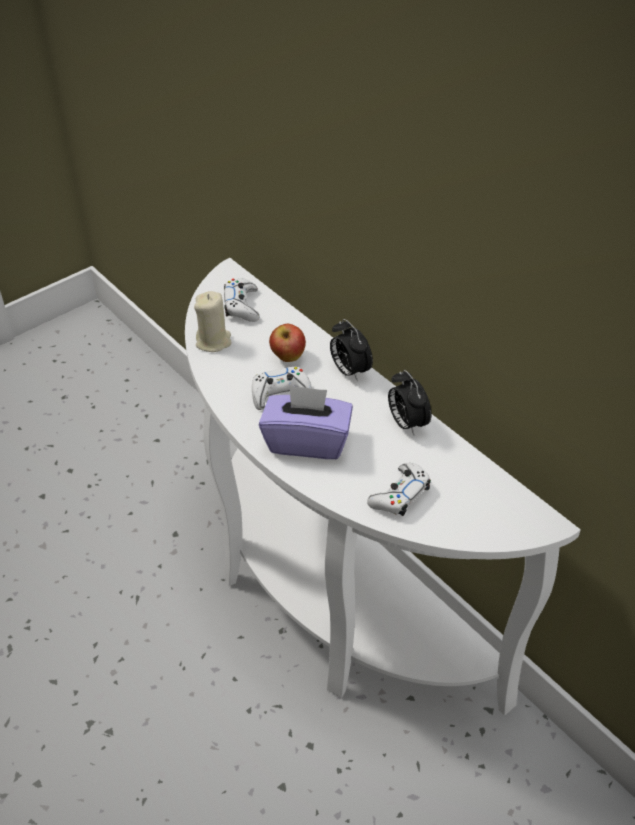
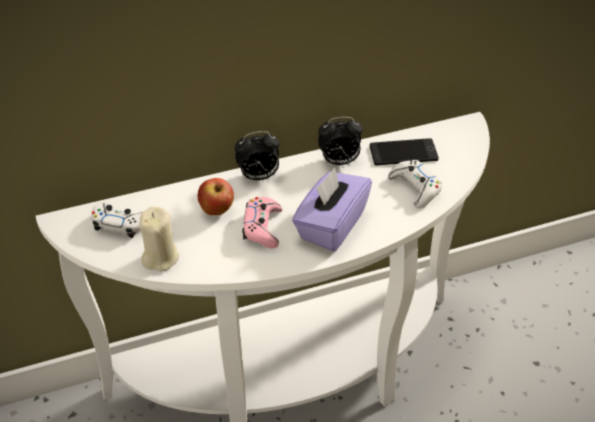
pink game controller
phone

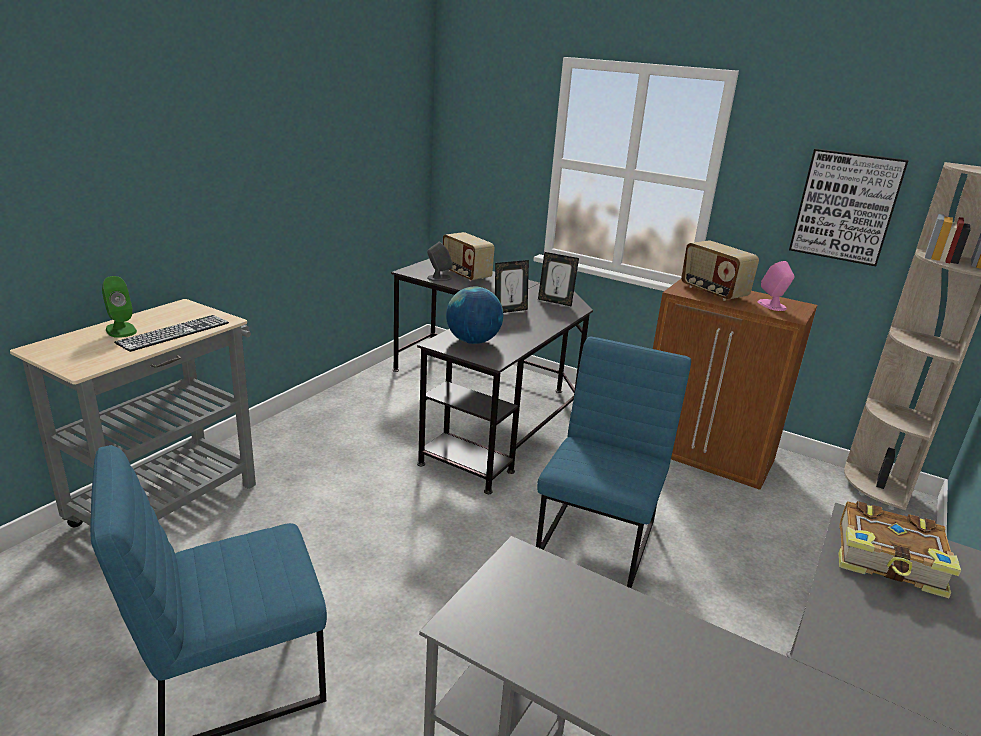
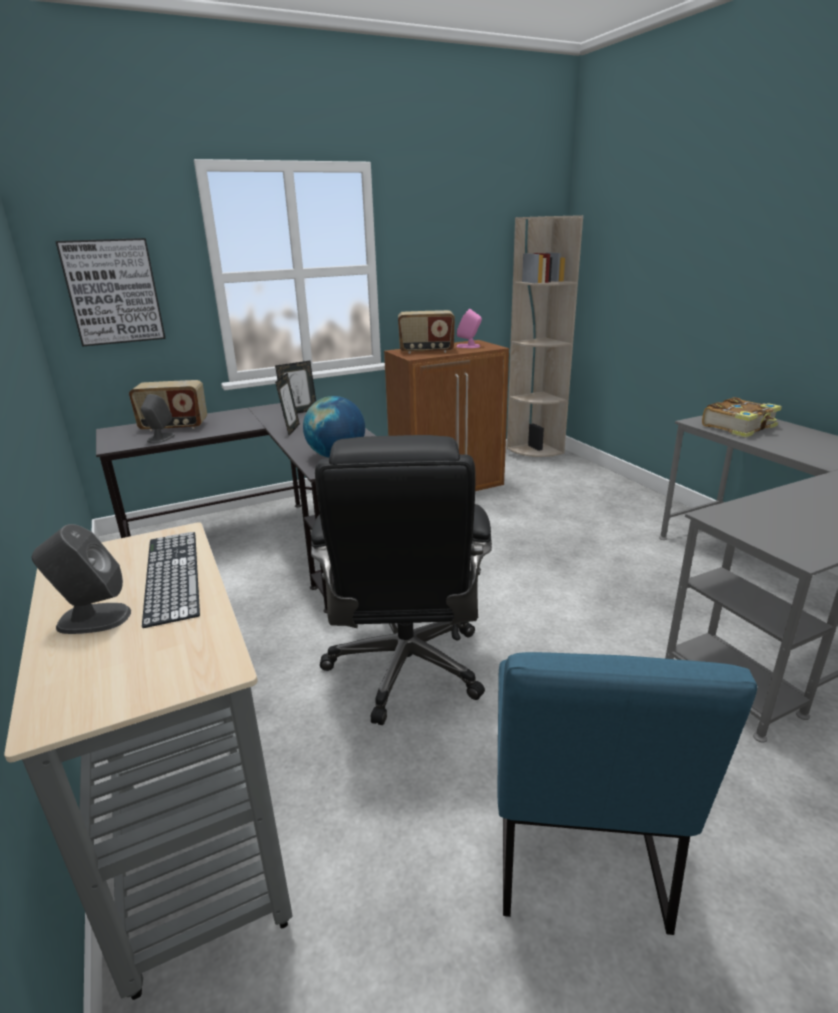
grey speaker (no. 1 from left)
picture
black office chair
blue chair (no. 2 from left in the first image)

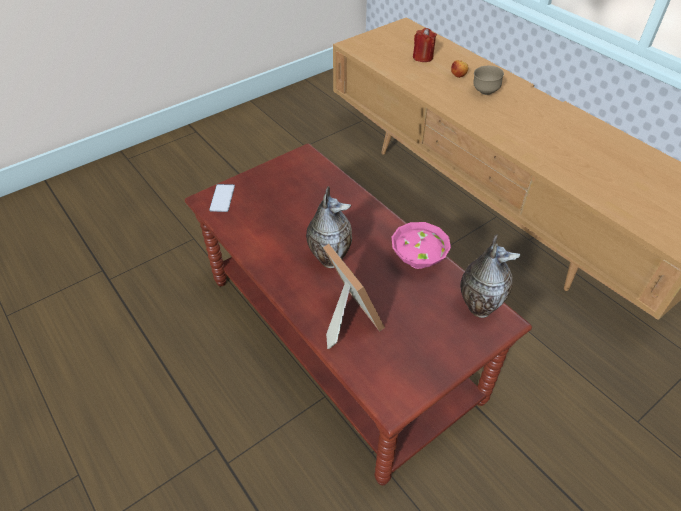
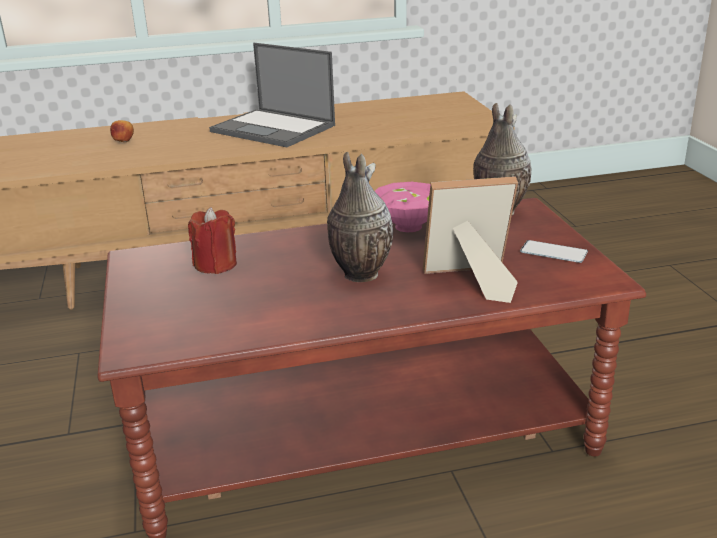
red candle
laptop
phone
brown bowl

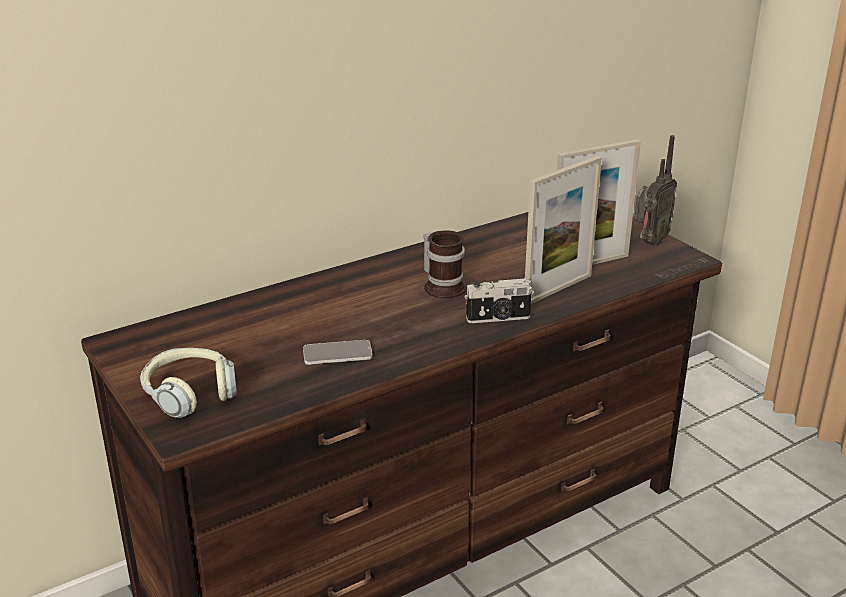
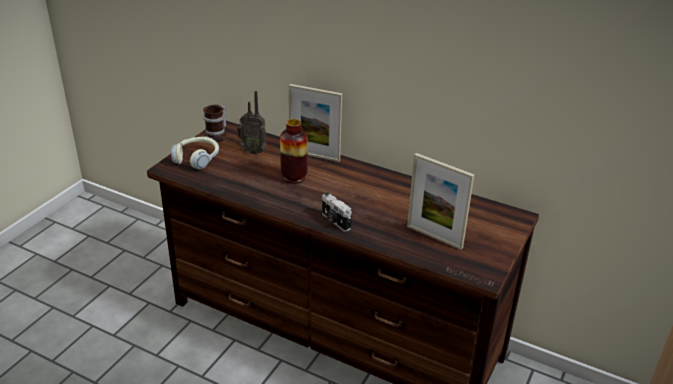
mug
radio
vase
picture frame (no. 1 from left)
phone

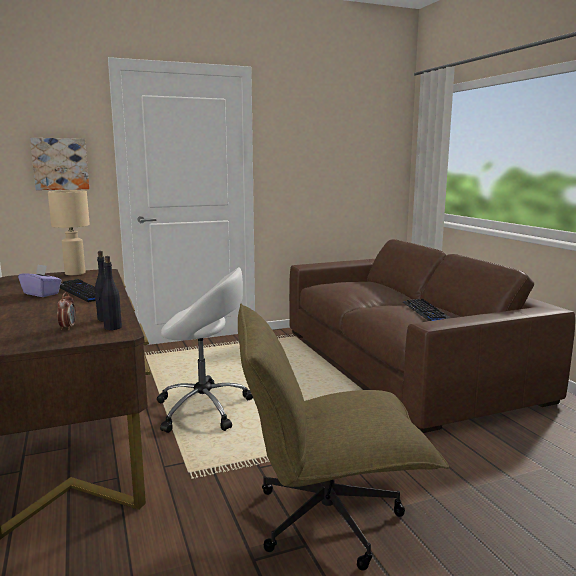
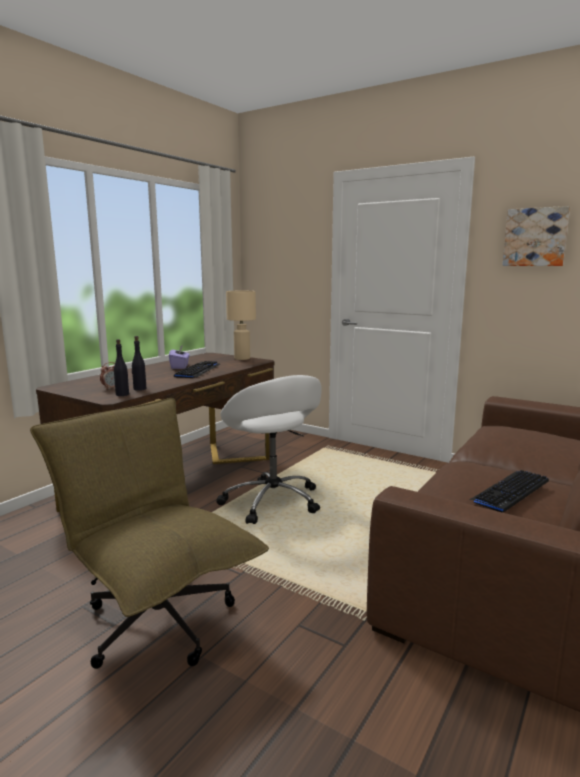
picture

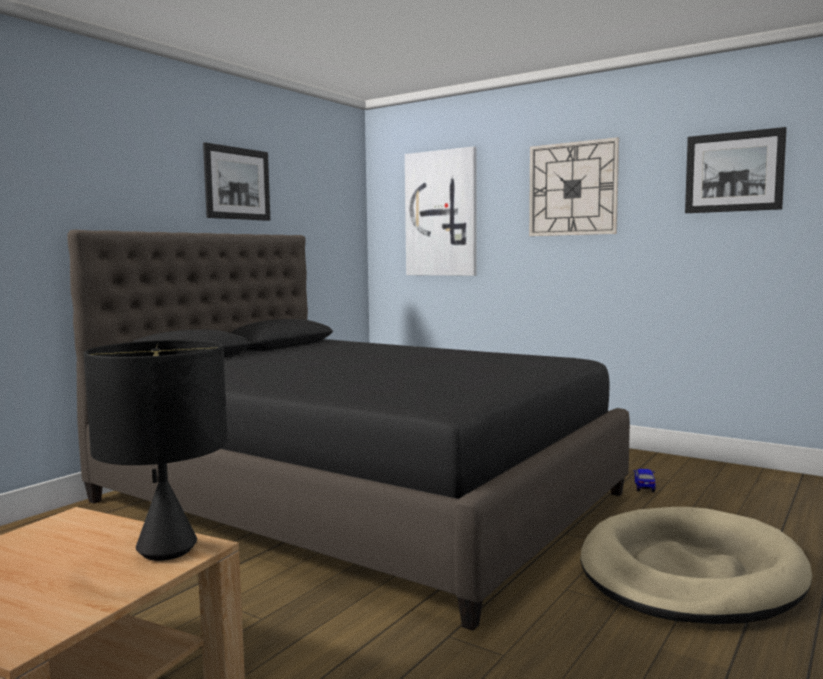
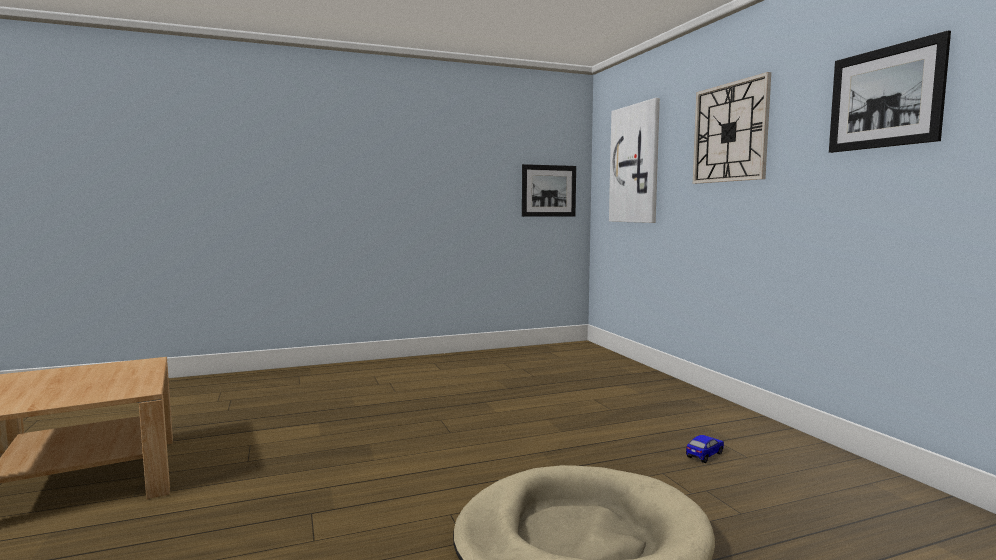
picture (no. 1 from left)
black bed
black table lamp

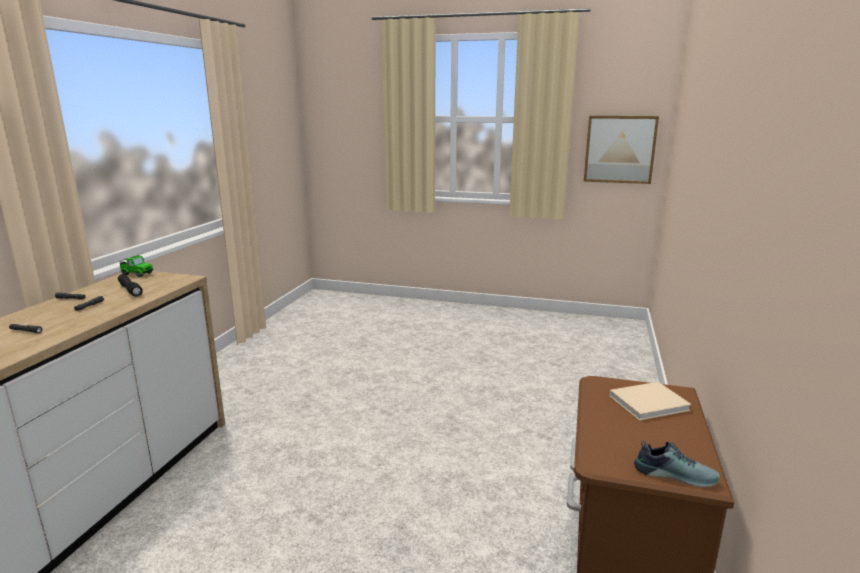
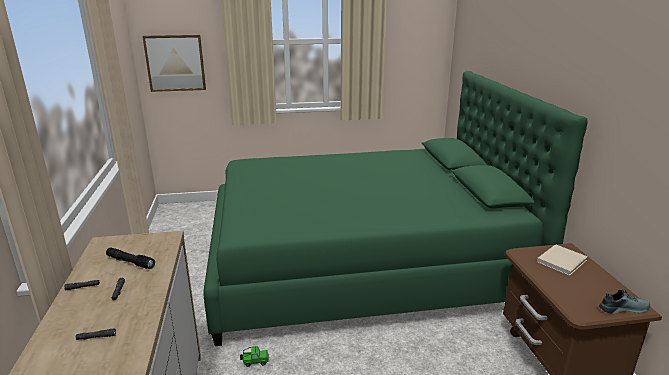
picture
green bed
toy car

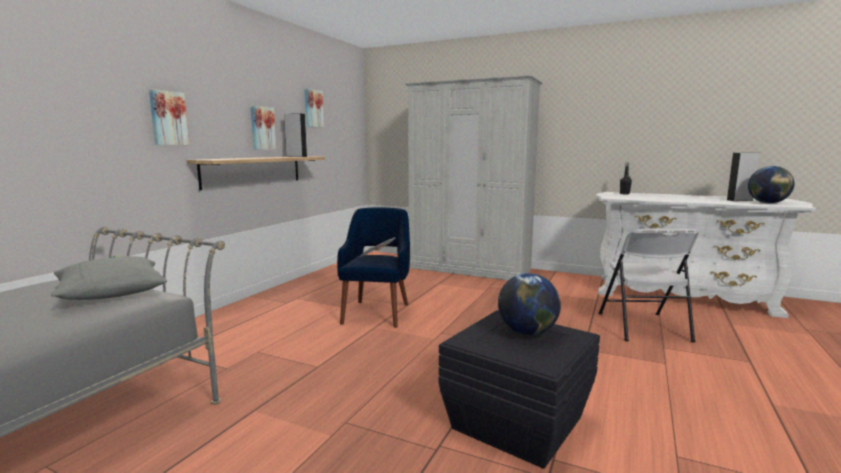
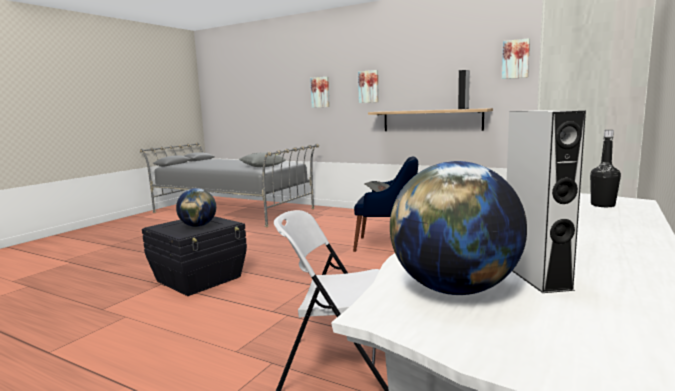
picture (no. 1 from left)

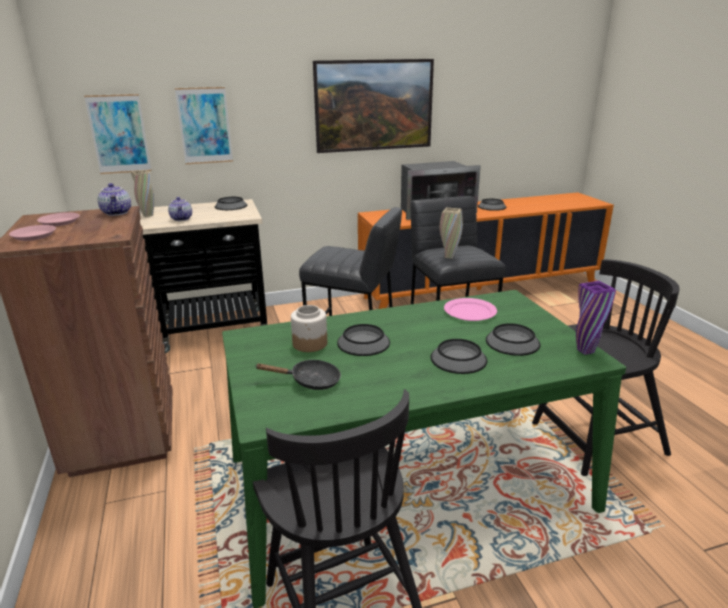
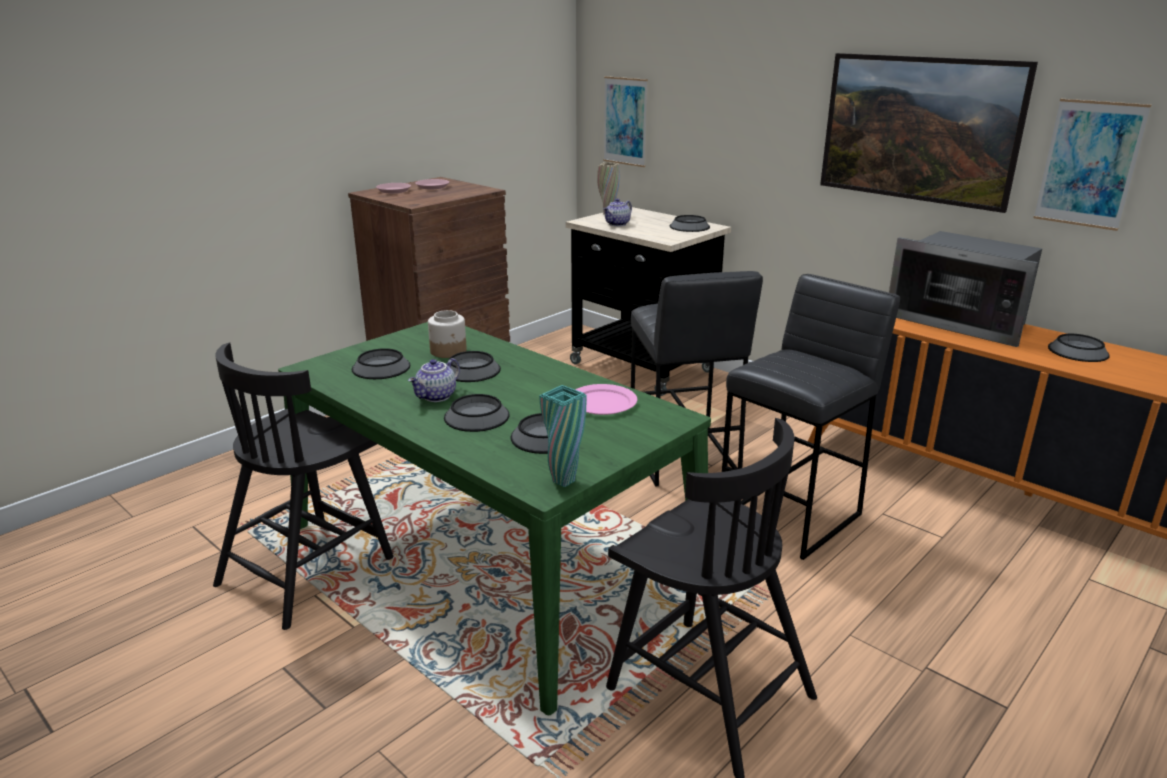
bowl (no. 1 from left)
teapot (no. 1 from left)
turquoise vase
picture (no. 3 from left)
beige vase (no. 2 from left in the first image)

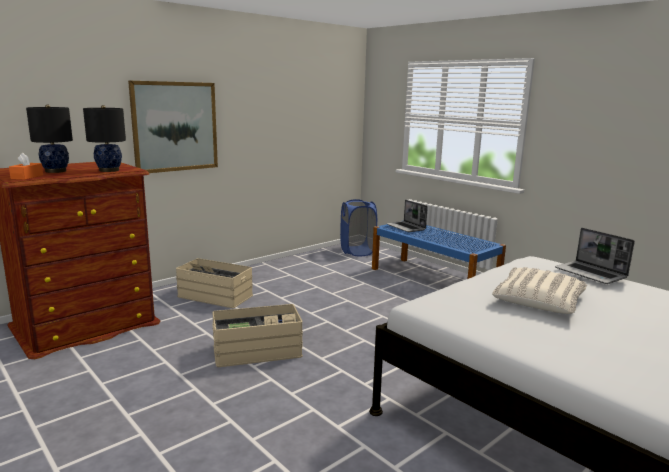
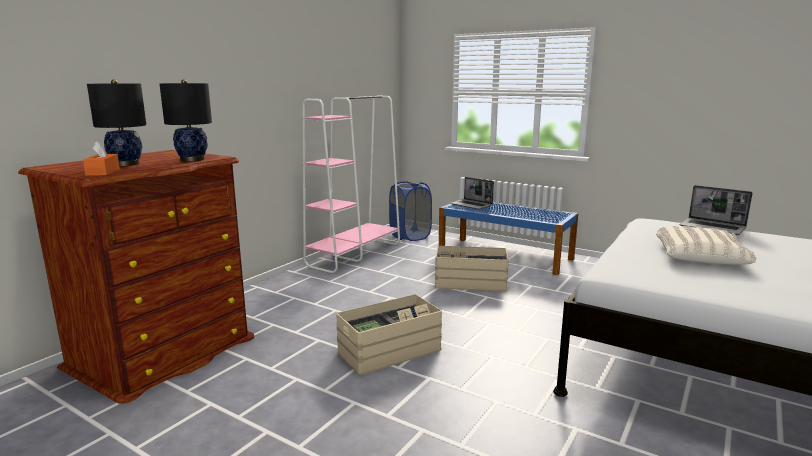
pink clothes rack
beige storage box (no. 2 from left)
picture

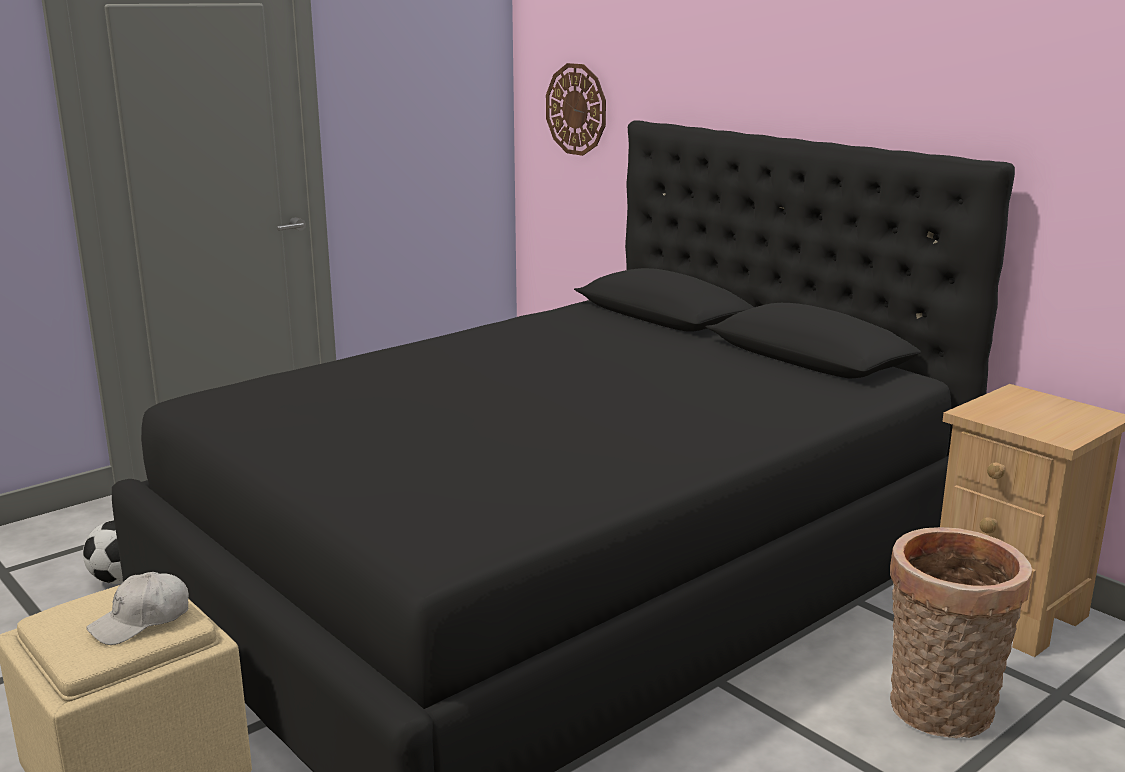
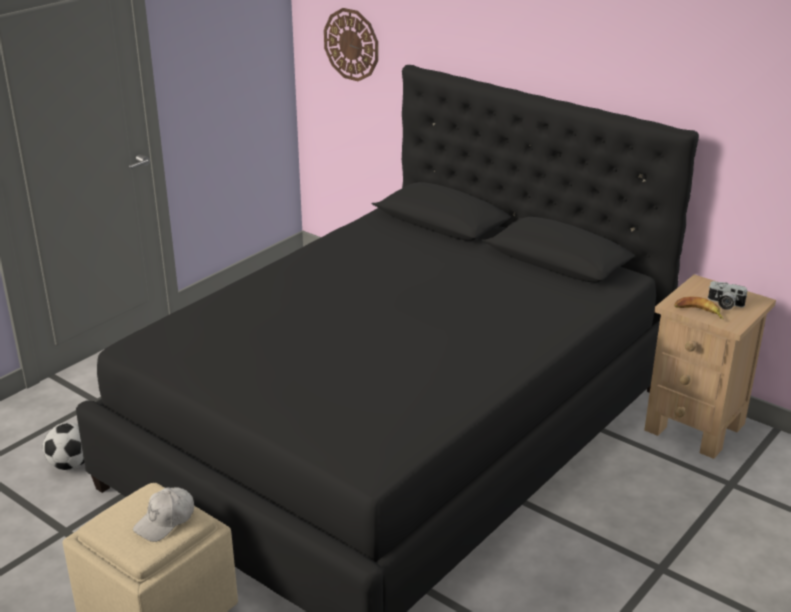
banana
photo camera
basket

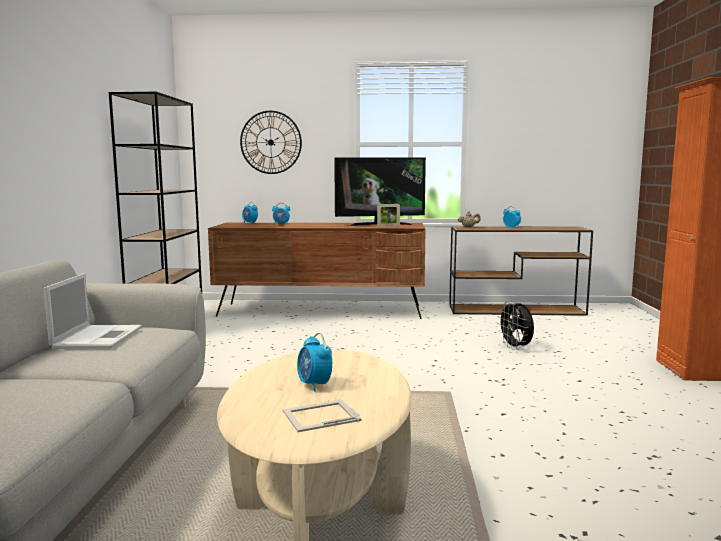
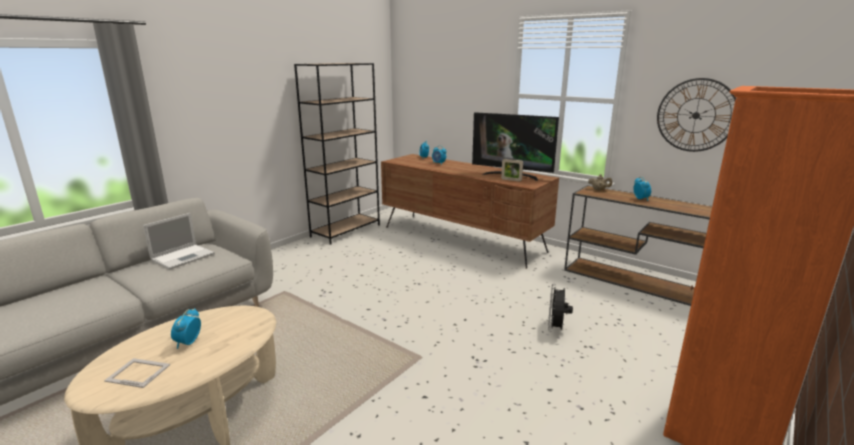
wall clock

